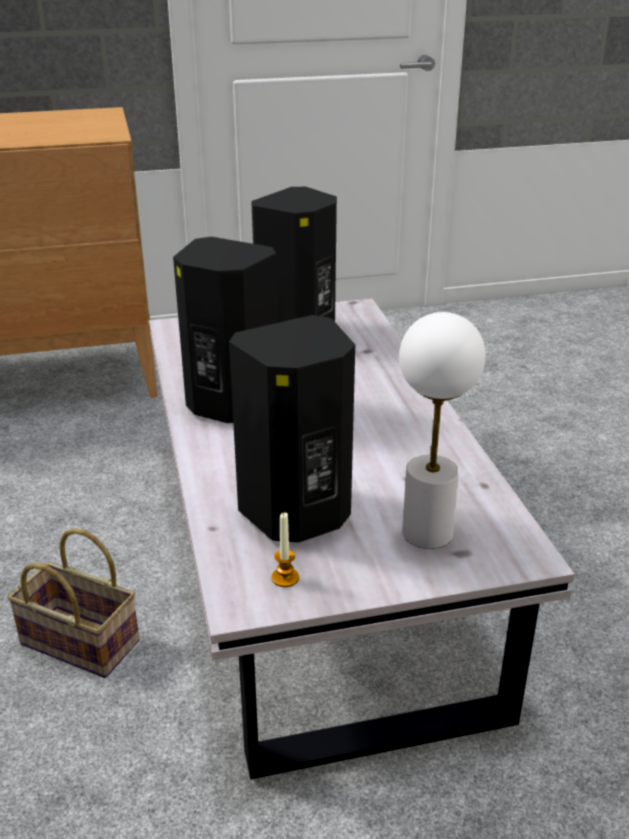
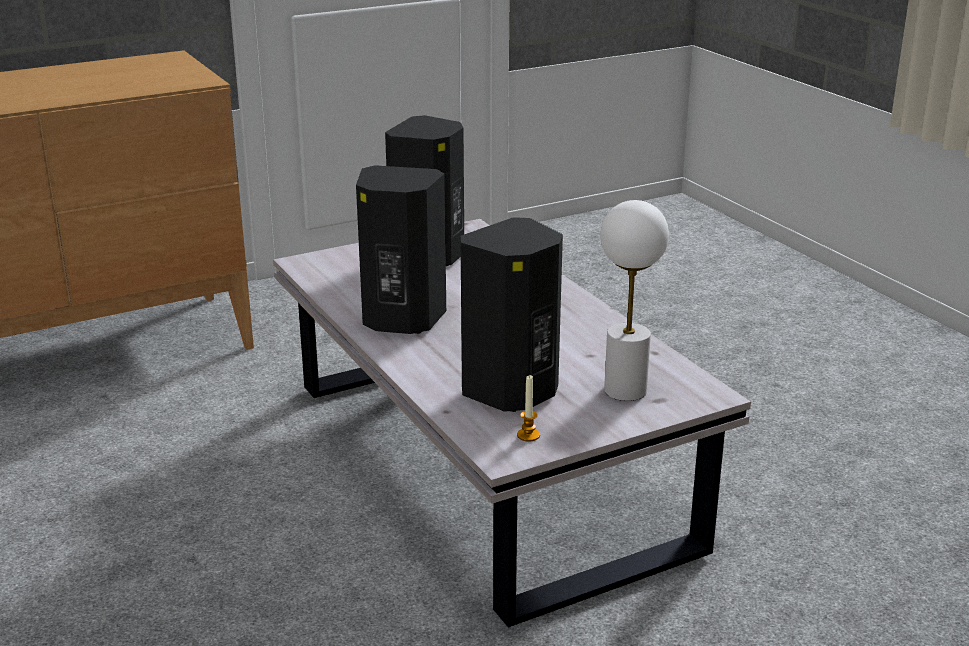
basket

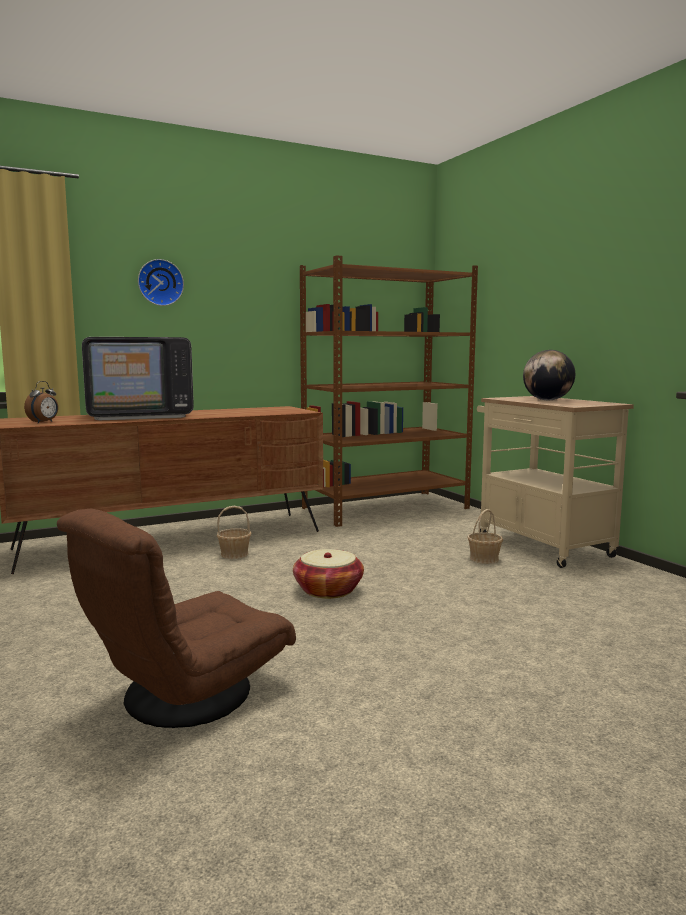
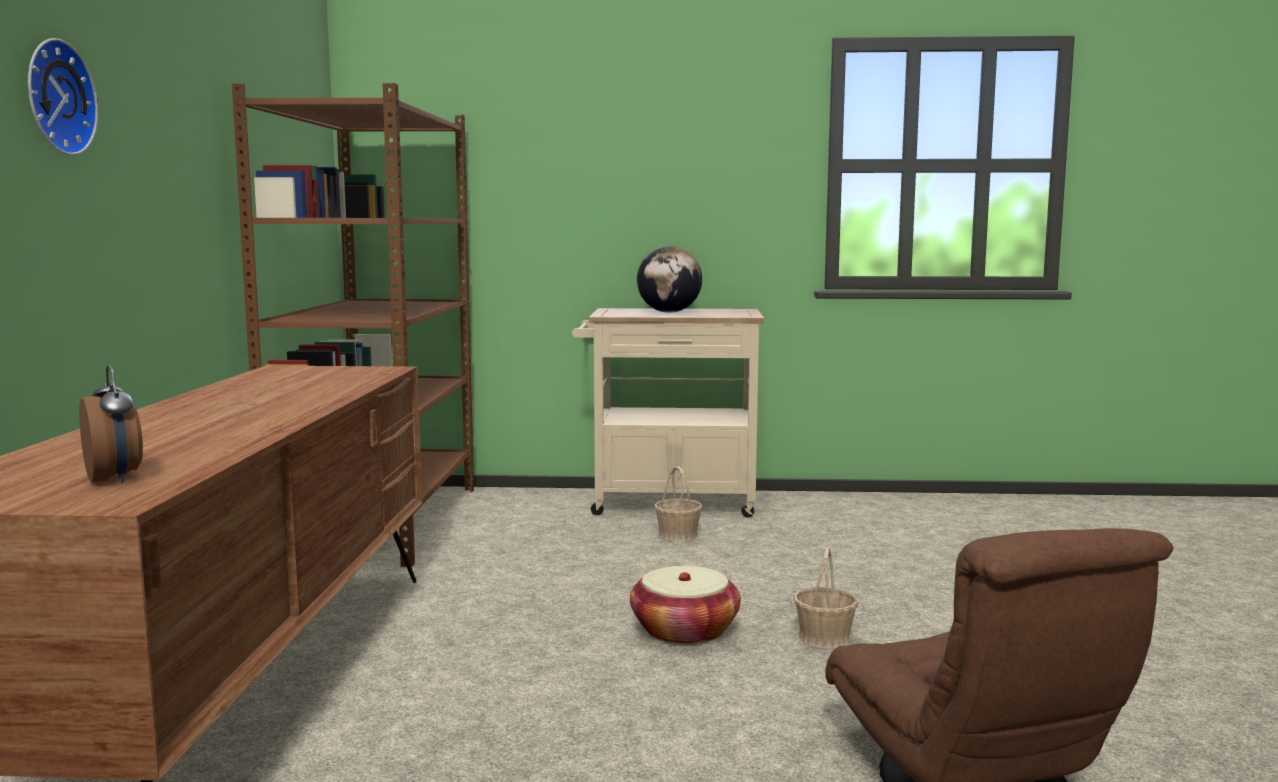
basket (no. 3 from left)
television

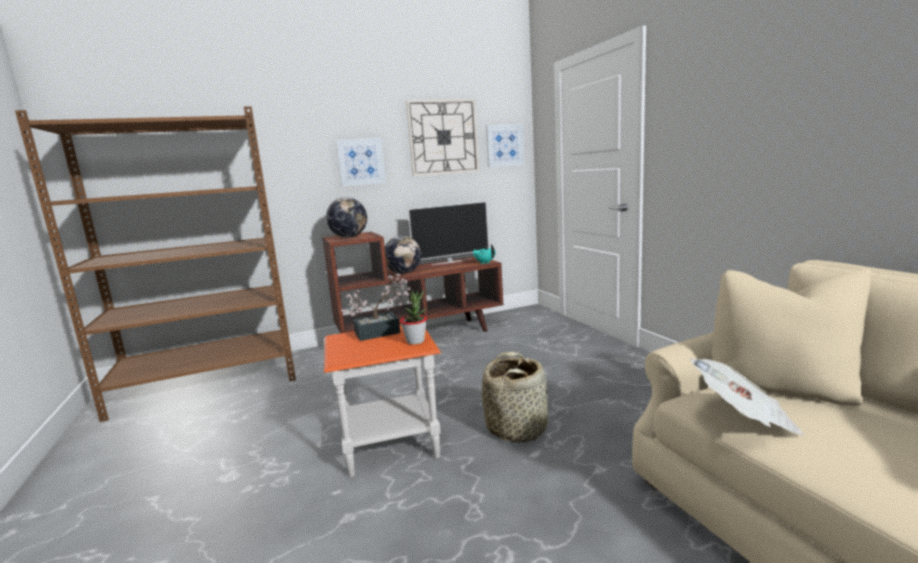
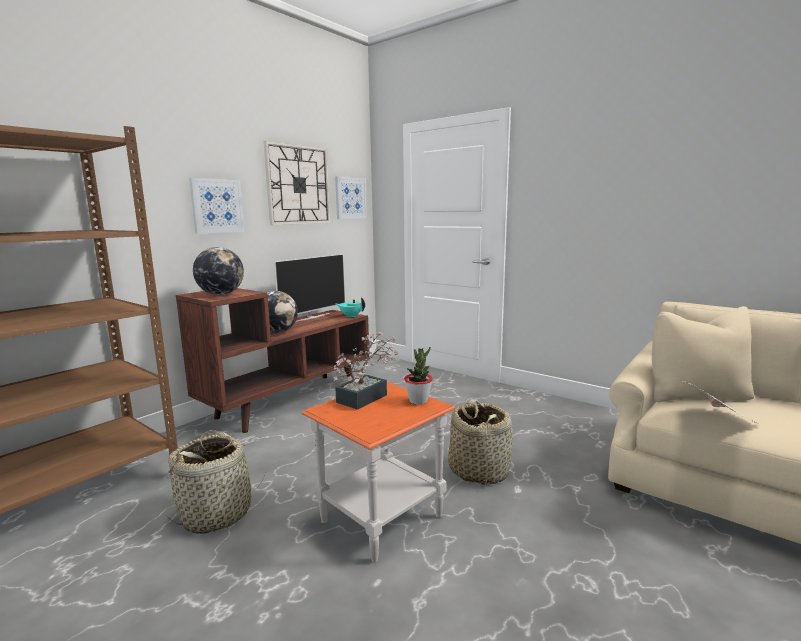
basket (no. 1 from left)

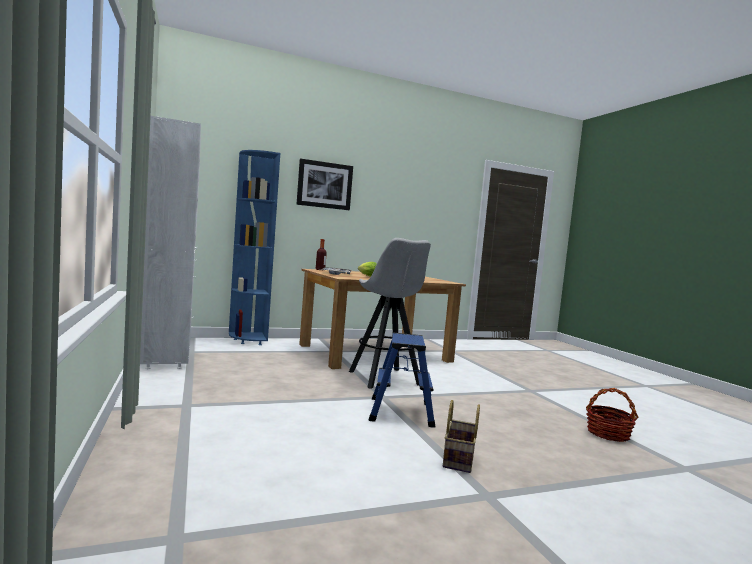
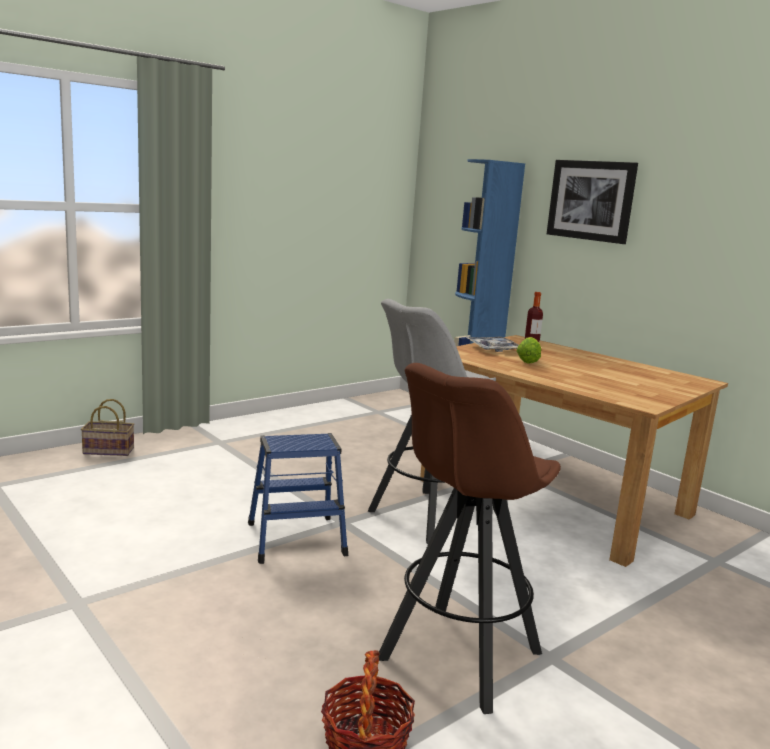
basket (no. 1 from left)
brown stool
white cabinet

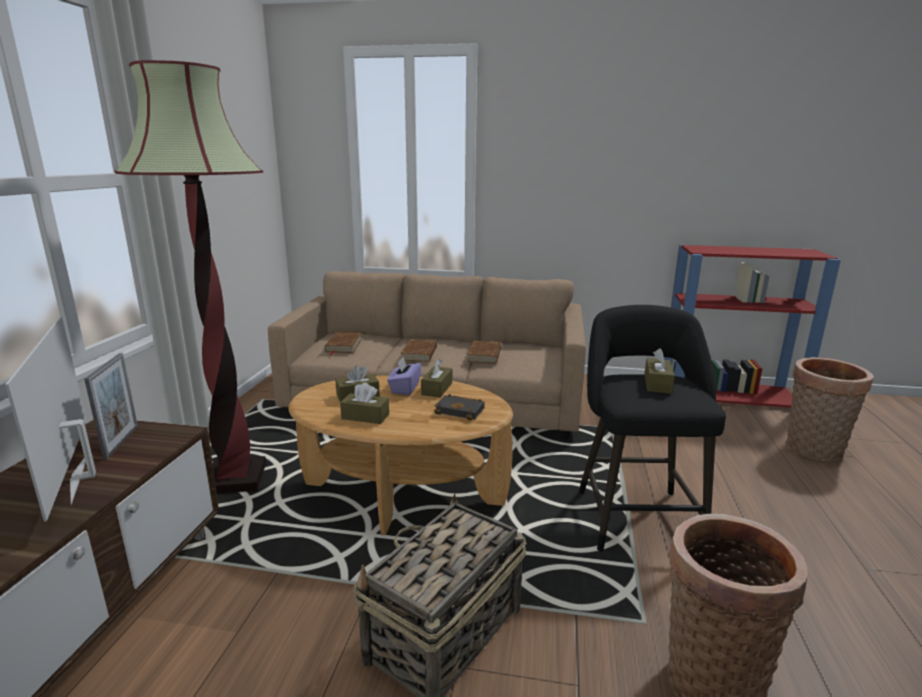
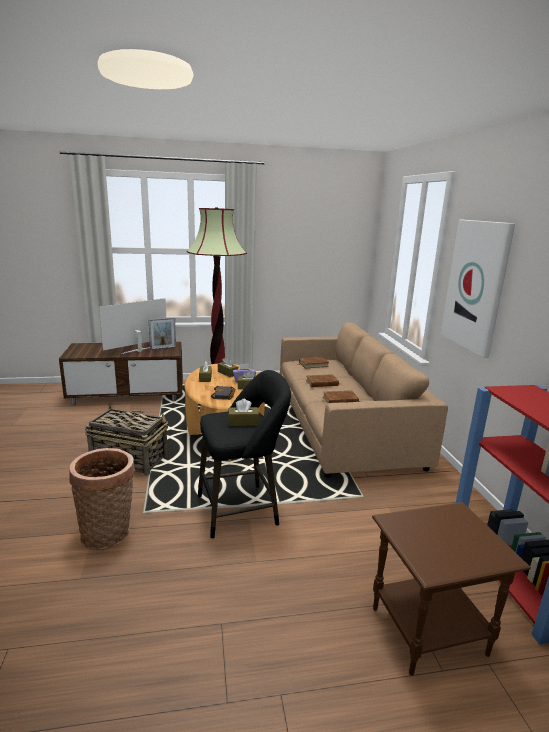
brown side table
picture

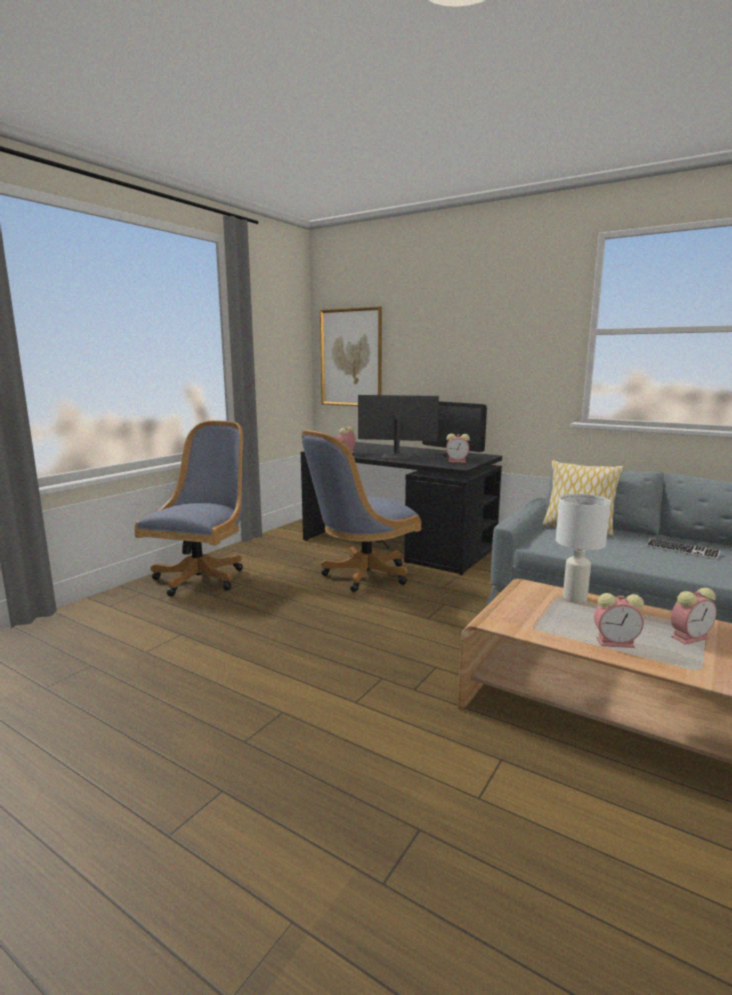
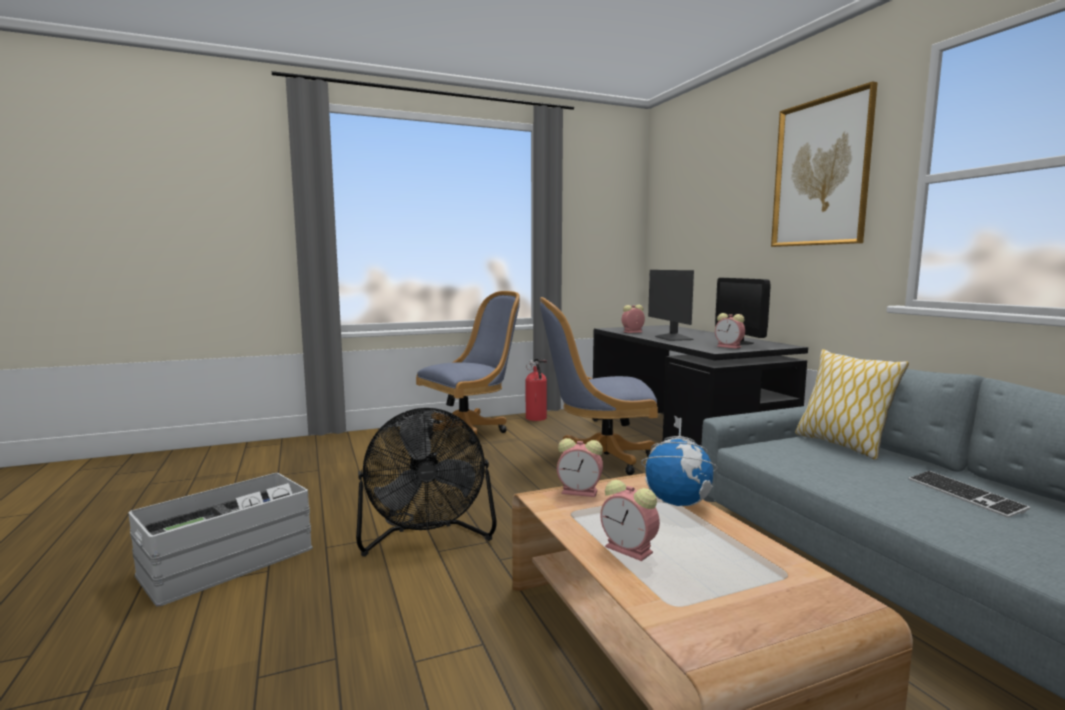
grey storage box
black fan
fire extinguisher
alarm clock (no. 1 from left)
globe
monitor (no. 1 from left)
picture

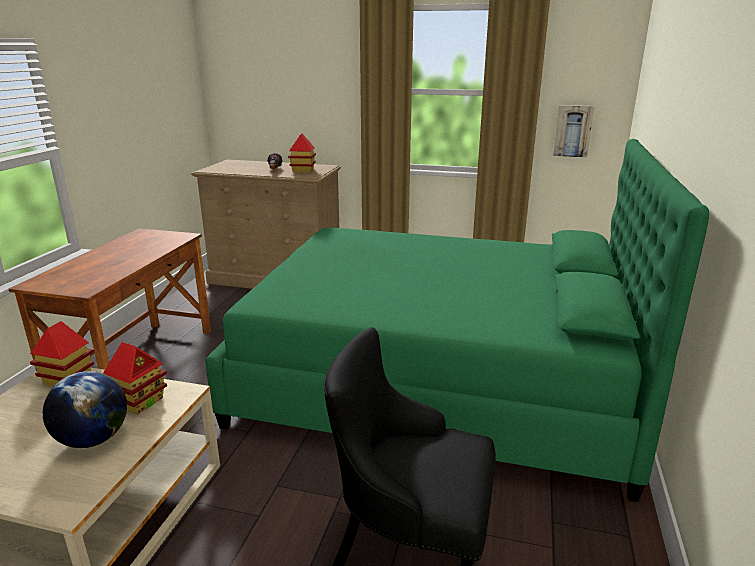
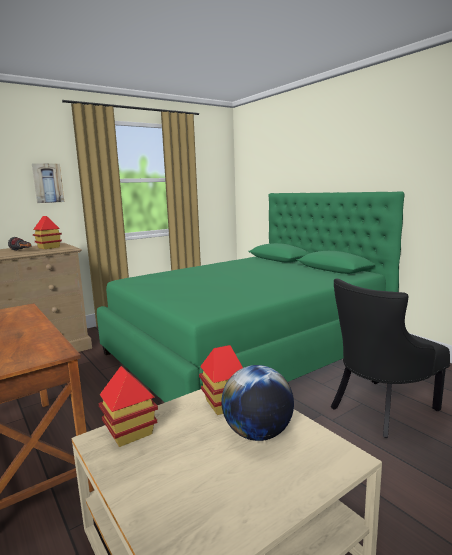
picture

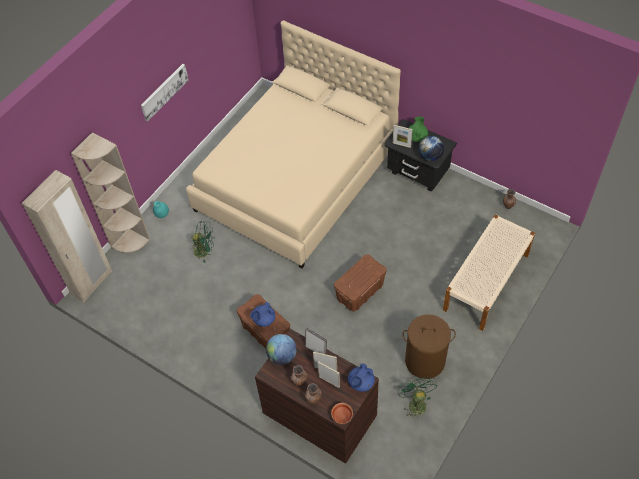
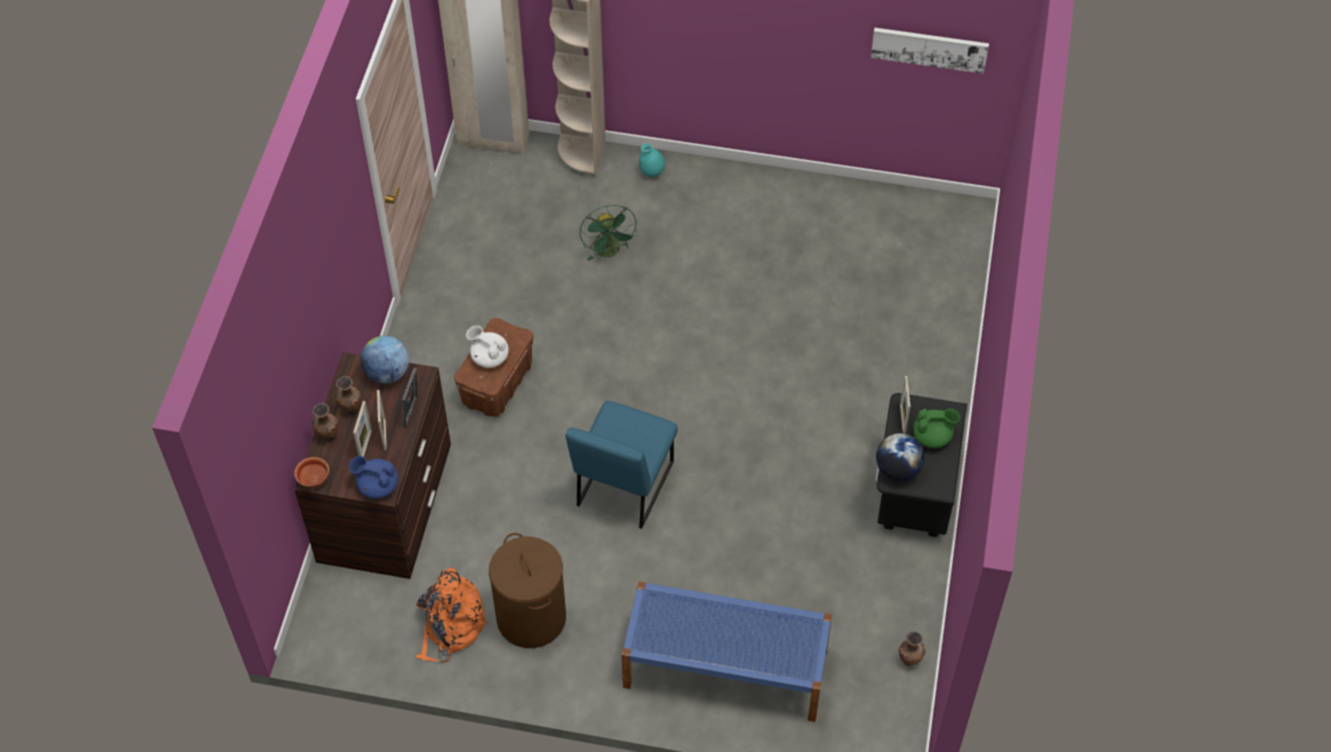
orange backpack
white teapot
blue chair
blue bench
picture
beige bed

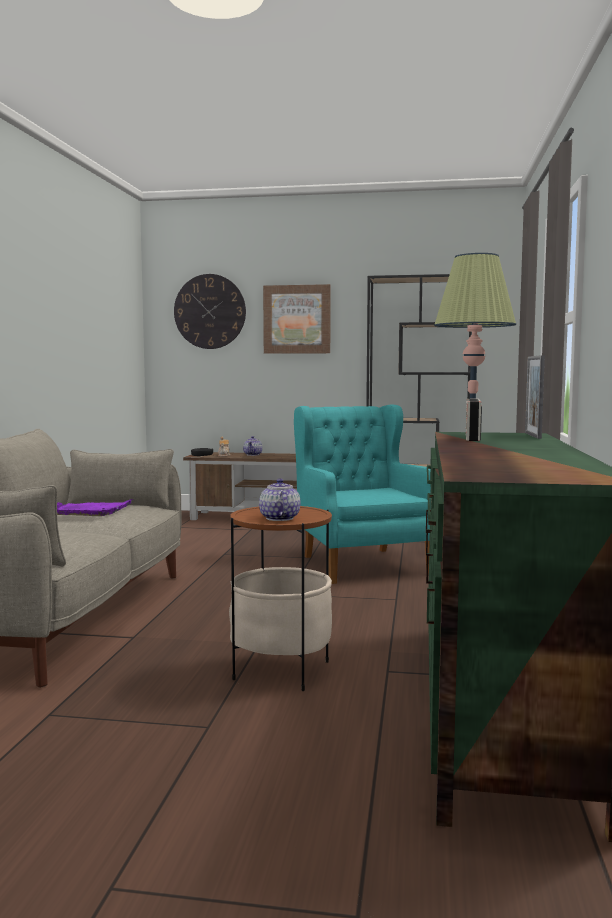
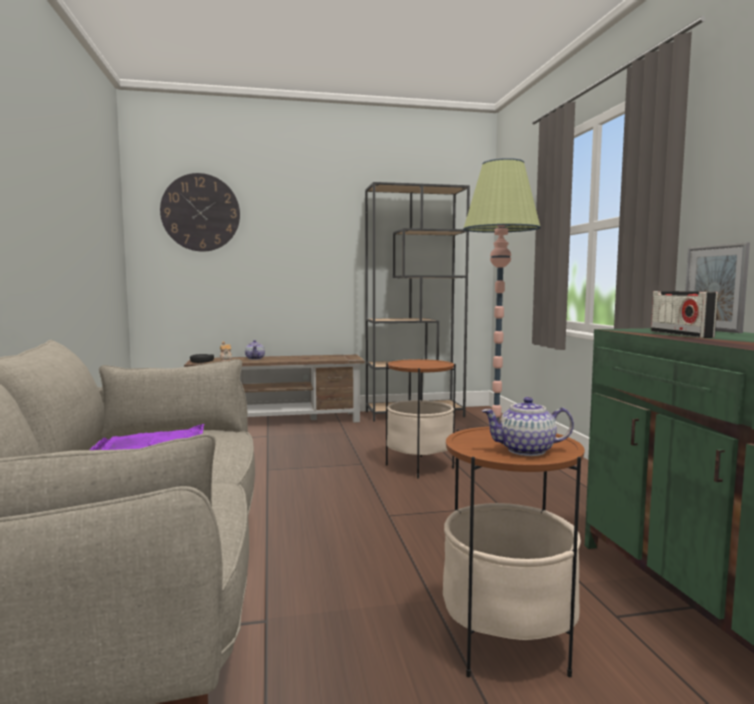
side table (no. 1 from left)
teapot (no. 3 from left)
picture

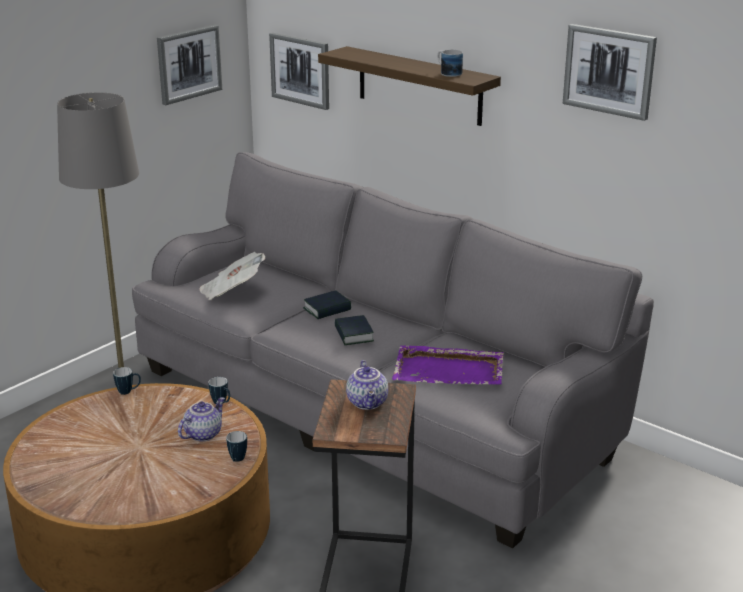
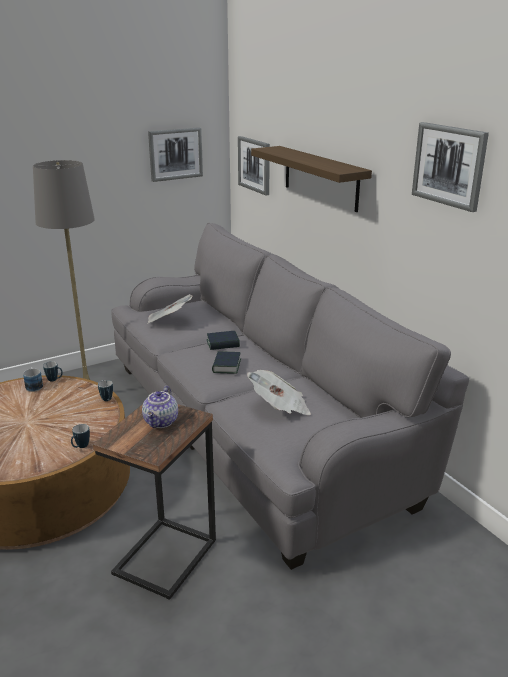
mug (no. 1 from left)
newspaper (no. 2 from left)
teapot (no. 1 from left in the first image)

